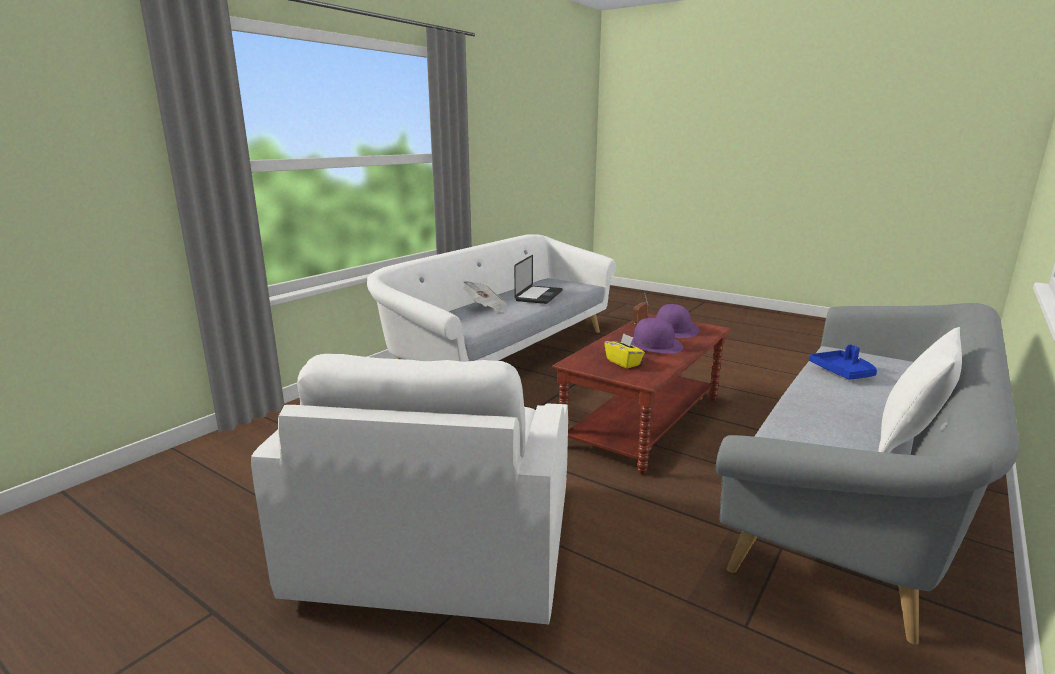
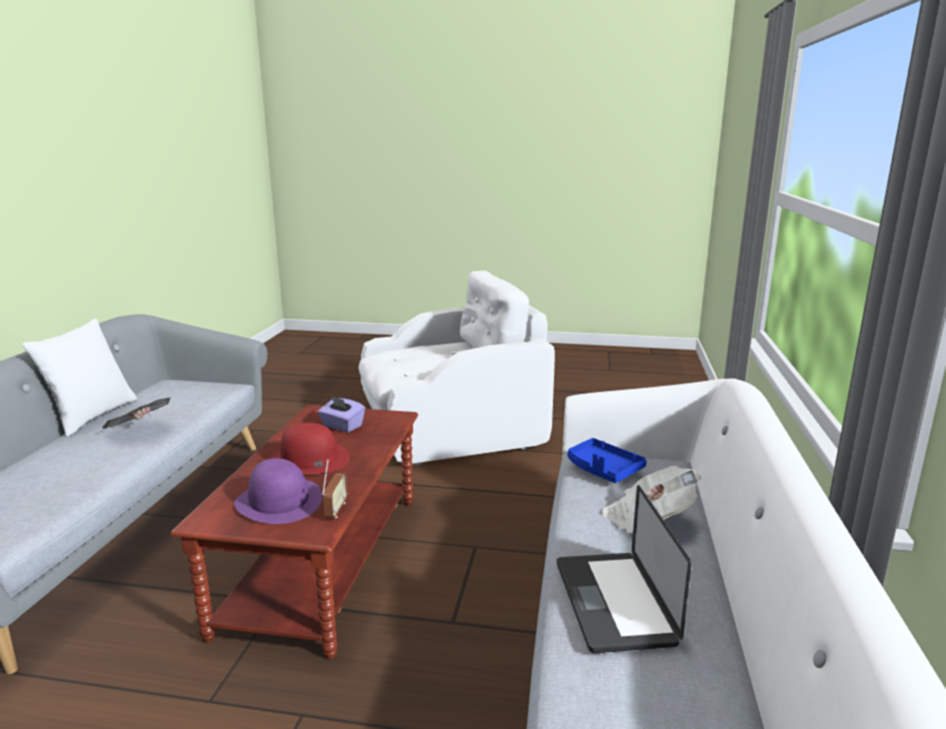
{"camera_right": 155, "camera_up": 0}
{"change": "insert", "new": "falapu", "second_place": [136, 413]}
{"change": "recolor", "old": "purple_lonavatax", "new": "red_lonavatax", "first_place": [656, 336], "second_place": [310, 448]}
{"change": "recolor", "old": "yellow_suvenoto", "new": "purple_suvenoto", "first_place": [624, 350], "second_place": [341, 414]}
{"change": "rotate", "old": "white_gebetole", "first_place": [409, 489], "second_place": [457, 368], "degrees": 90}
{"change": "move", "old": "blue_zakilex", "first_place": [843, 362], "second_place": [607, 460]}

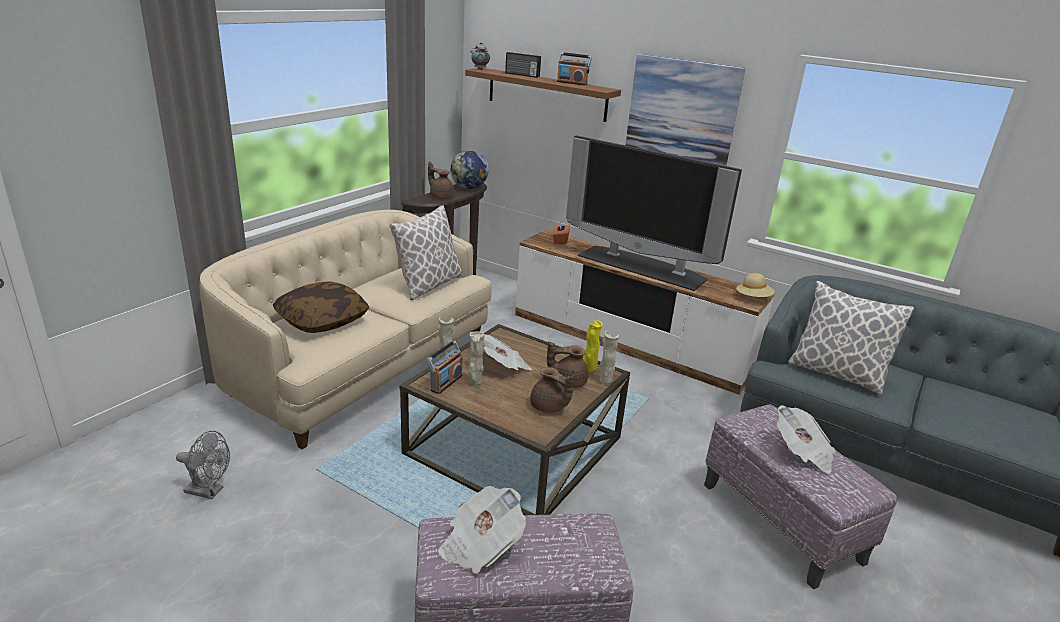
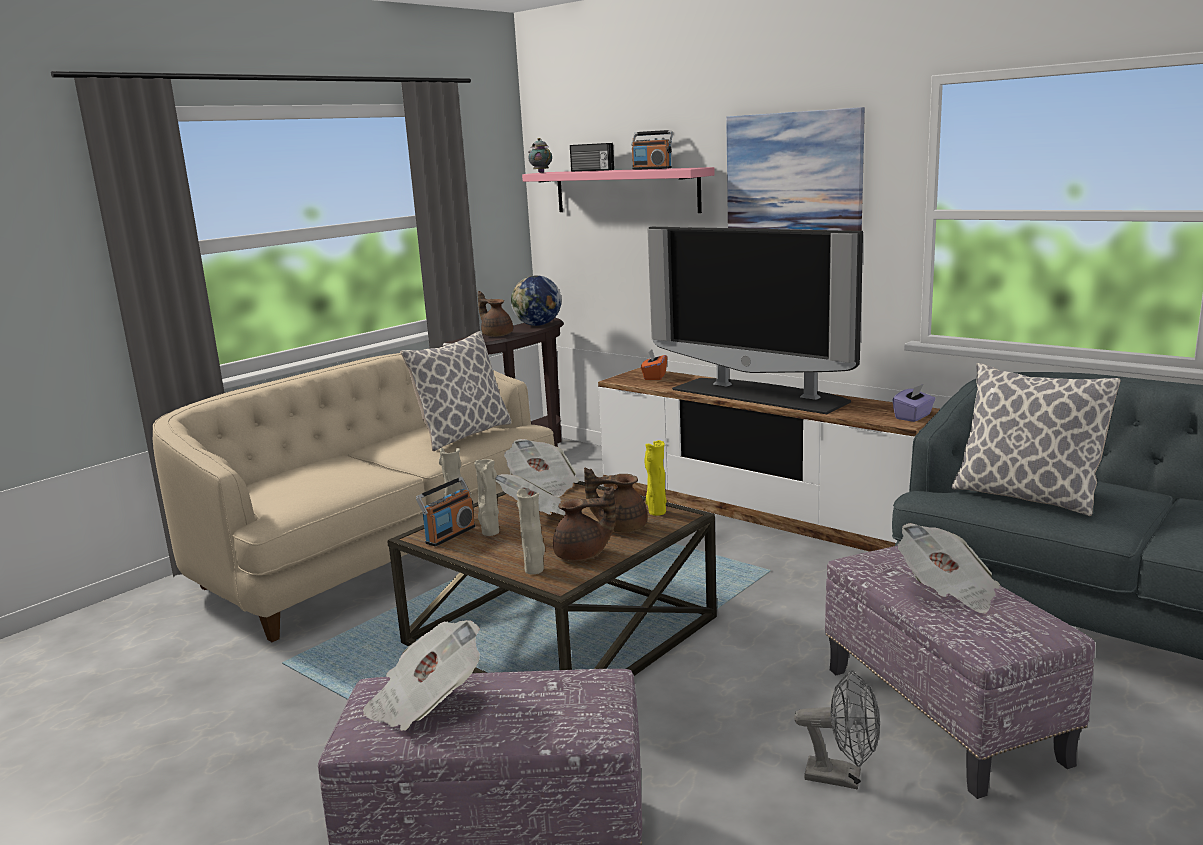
{"camera_right": 10, "camera_up": -10}
{"change": "insert", "new": "falapu", "second_place": [541, 468]}
{"change": "move", "old": "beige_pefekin", "first_place": [609, 357], "second_place": [531, 531]}
{"change": "recolor", "old": "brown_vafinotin", "new": "pink_vafinotin", "first_place": [543, 95], "second_place": [618, 190]}
{"change": "rotate", "old": "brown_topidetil", "first_place": [552, 390], "second_place": [584, 523], "degrees": -60}
{"change": "move", "old": "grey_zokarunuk", "first_place": [203, 465], "second_place": [837, 730]}
{"change": "replace", "old": "beige_lonavatax", "new": "purple_suvenoto", "first_place": [755, 285], "second_place": [913, 403]}
{"change": "delete", "old": "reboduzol", "first_place": [321, 307]}

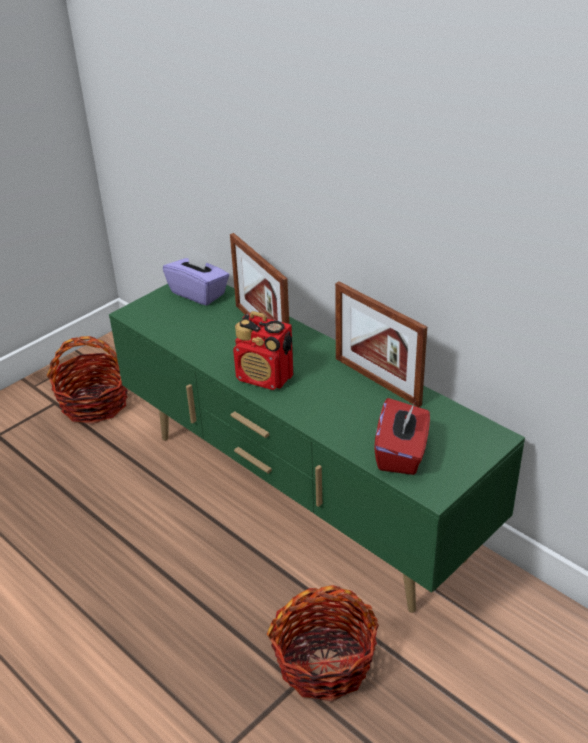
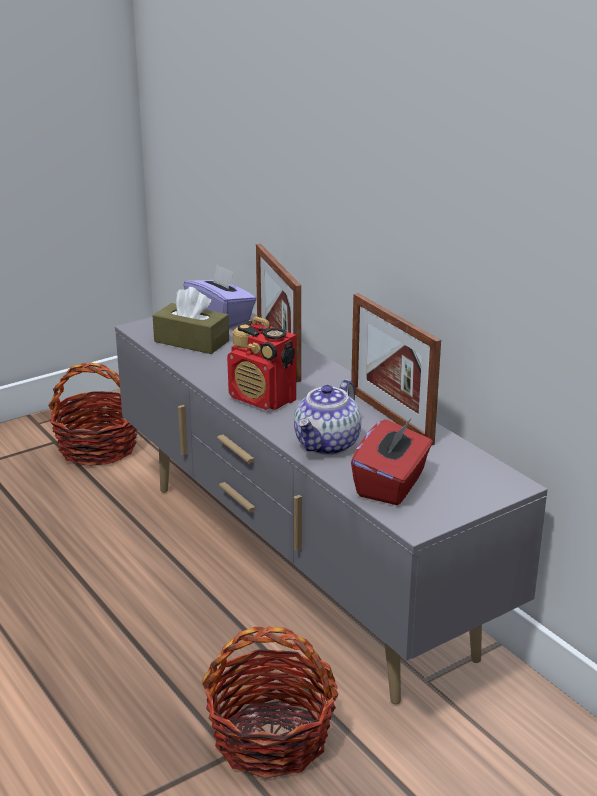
{"camera_right": 10, "camera_up": -10}
{"change": "recolor", "old": "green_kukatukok", "new": "grey_kukatukok", "first_place": [317, 448], "second_place": [331, 508]}
{"change": "insert", "new": "brown_suvenoto", "second_place": [191, 320]}
{"change": "insert", "new": "topidetil", "second_place": [327, 417]}

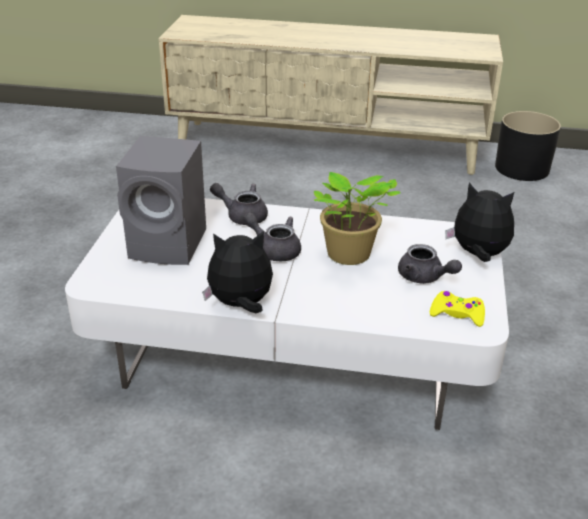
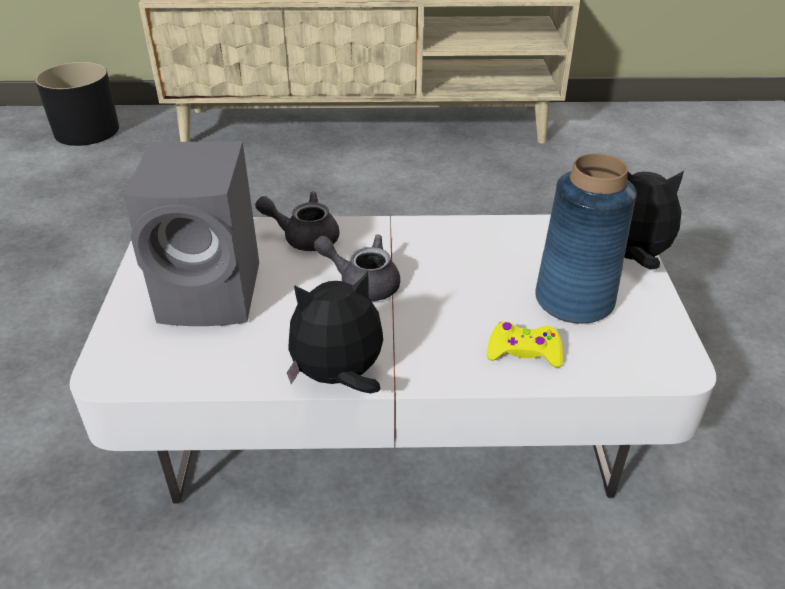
{"camera_right": -10, "camera_up": 5}
{"change": "move", "old": "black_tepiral", "first_place": [528, 146], "second_place": [77, 104]}
{"change": "move", "old": "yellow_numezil", "first_place": [457, 309], "second_place": [525, 345]}
{"change": "replace", "old": "grey_topidetil", "new": "blue_pefekin", "first_place": [430, 264], "second_place": [586, 238]}
{"change": "delete", "old": "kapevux", "first_place": [357, 218]}

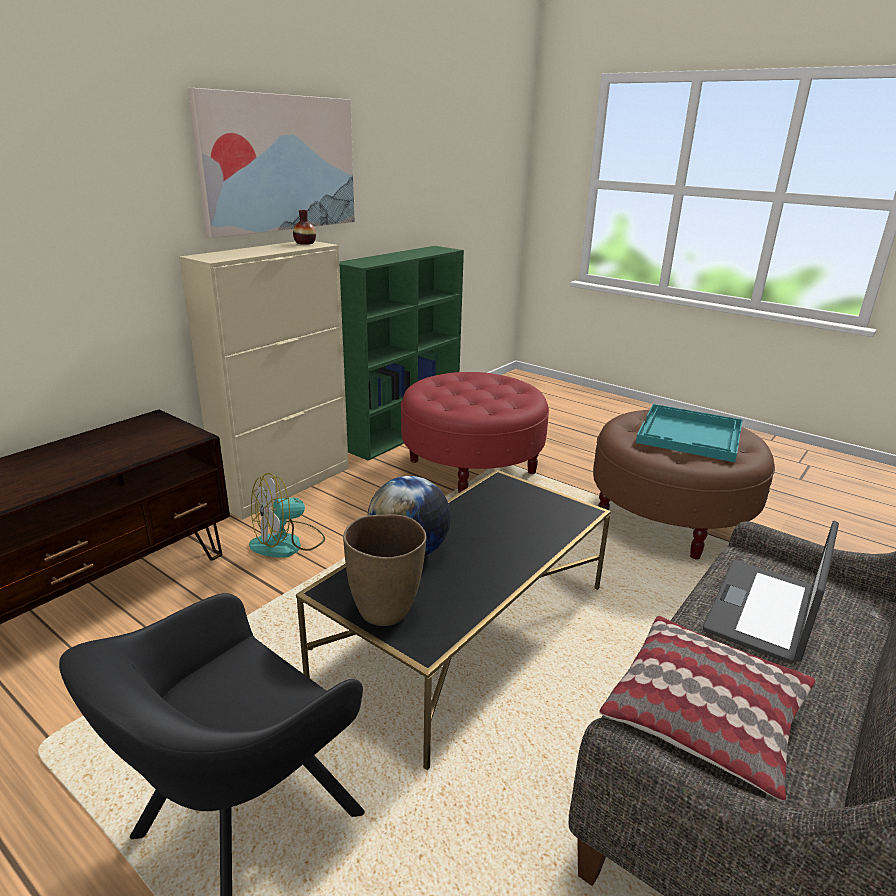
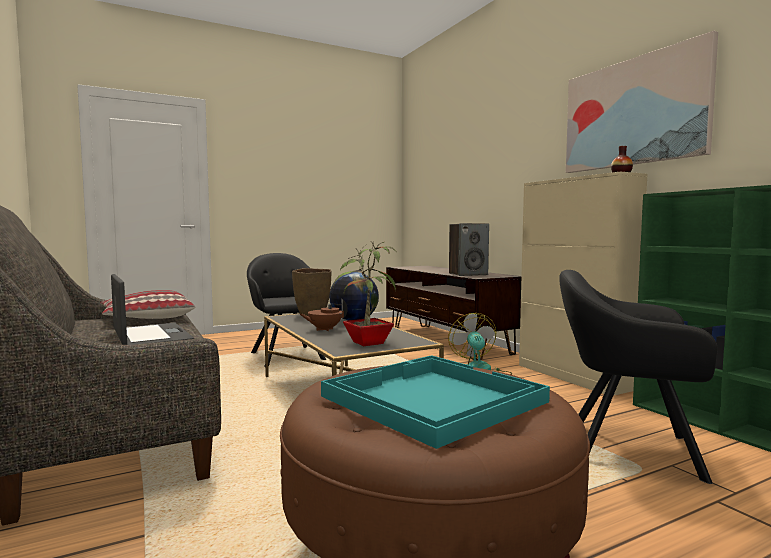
{"camera_right": 115, "camera_up": -20}
{"change": "insert", "new": "brown_topidetil", "second_place": [324, 315]}
{"change": "insert", "new": "kapevux", "second_place": [365, 293]}
{"change": "insert", "new": "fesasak", "second_place": [469, 249]}
{"change": "replace", "old": "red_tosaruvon", "new": "black_gebetole", "first_place": [475, 432], "second_place": [638, 377]}

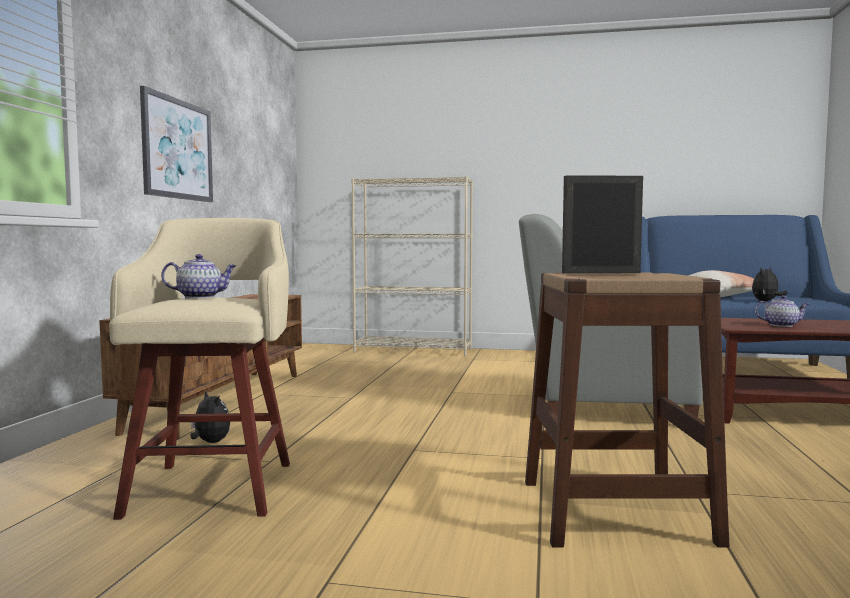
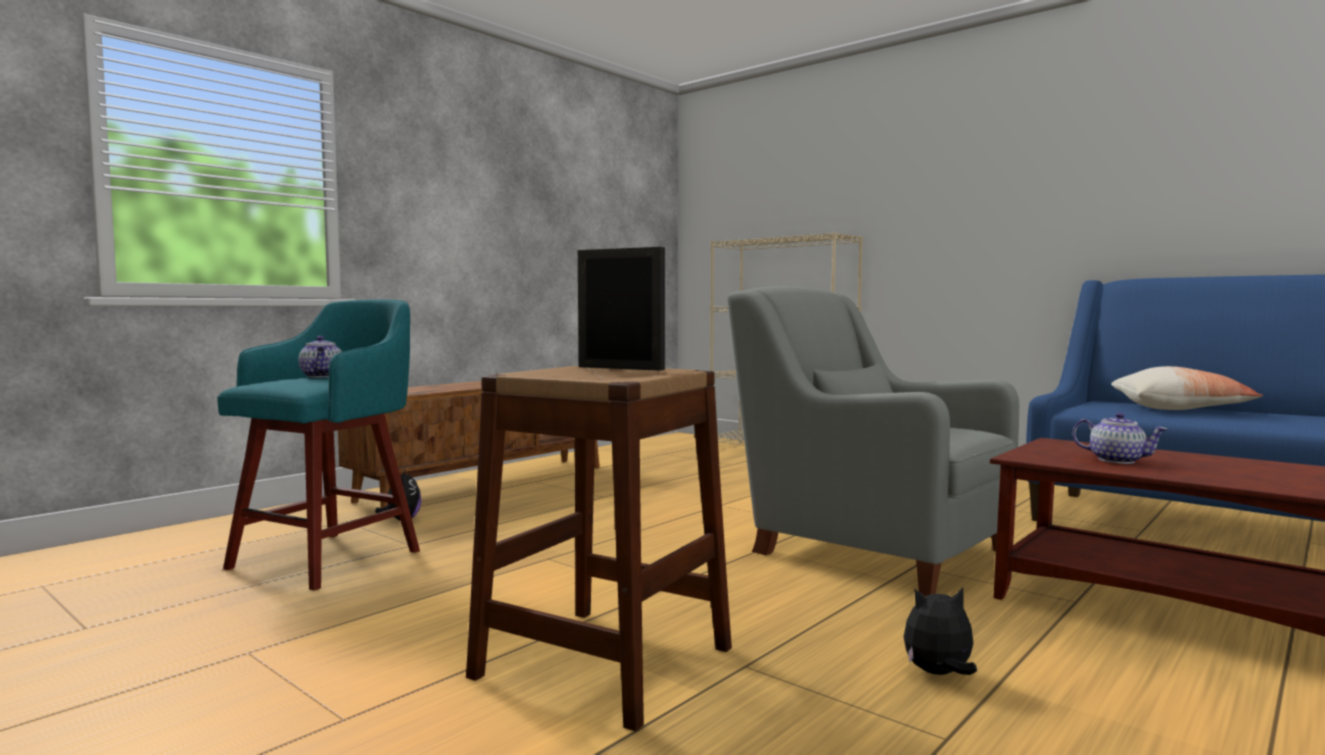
{"camera_right": 30, "camera_up": 0}
{"change": "recolor", "old": "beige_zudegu", "new": "turquoise_zudegu", "first_place": [199, 369], "second_place": [318, 445]}
{"change": "rotate", "old": "topidetil", "first_place": [198, 276], "second_place": [320, 356], "degrees": 45}
{"change": "move", "old": "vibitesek", "first_place": [770, 283], "second_place": [940, 631]}
{"change": "delete", "old": "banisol", "first_place": [176, 144]}

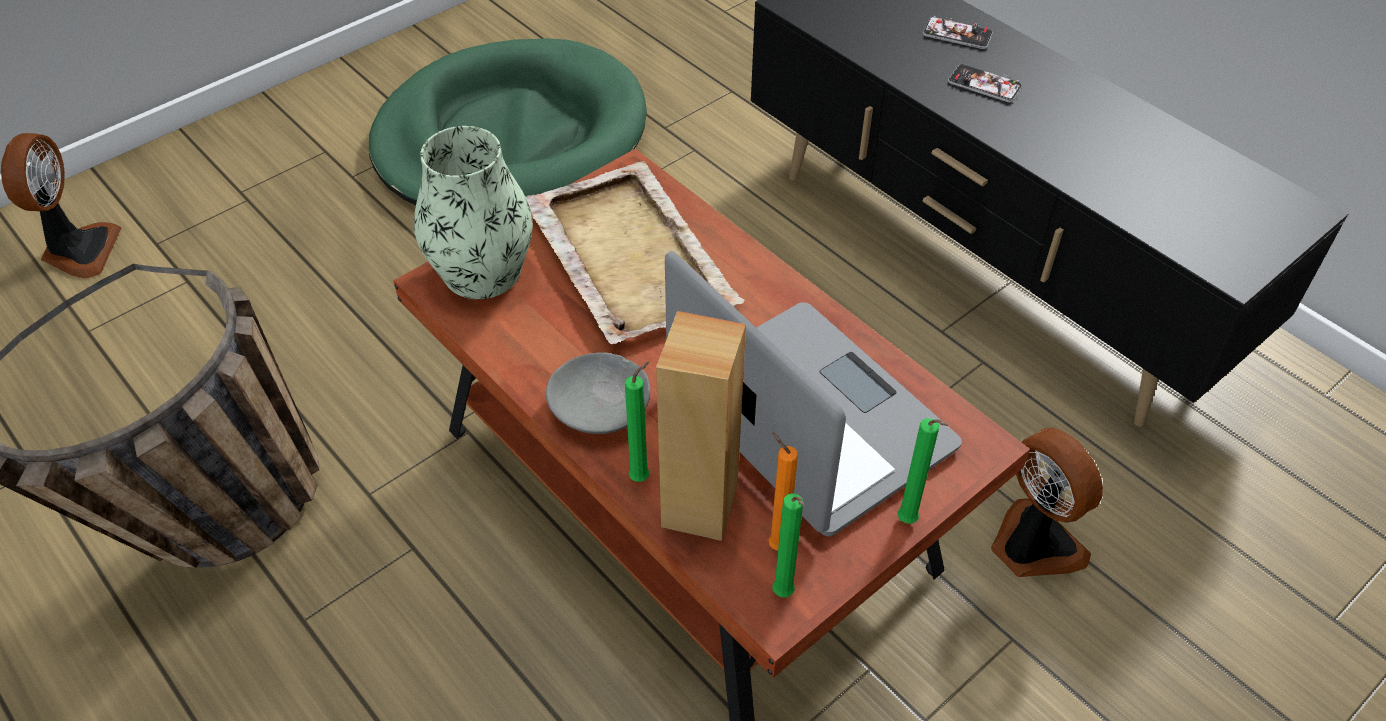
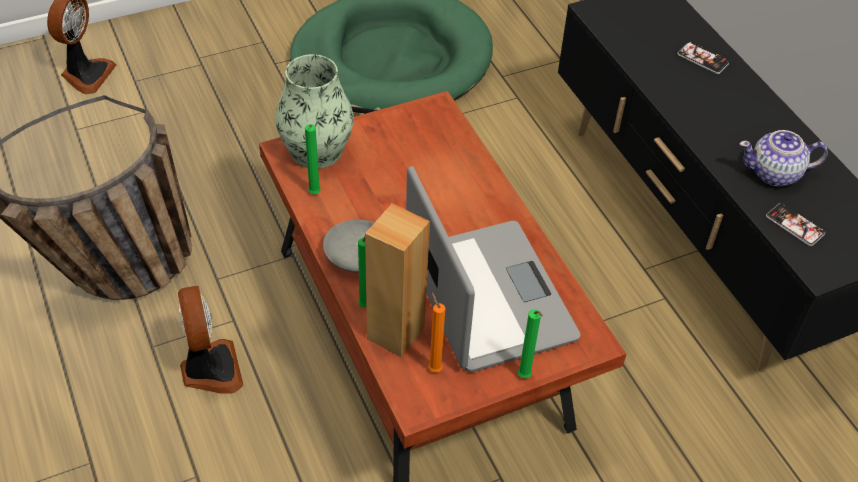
{"camera_right": 15, "camera_up": 0}
{"change": "move", "old": "zokarunuk", "first_place": [1047, 502], "second_place": [211, 339]}
{"change": "move", "old": "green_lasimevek", "first_place": [788, 545], "second_place": [313, 159]}
{"change": "insert", "new": "topidetil", "second_place": [784, 158]}
{"change": "move", "old": "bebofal", "first_place": [985, 83], "second_place": [795, 224]}
{"change": "delete", "old": "beige_zakilex", "first_place": [635, 252]}

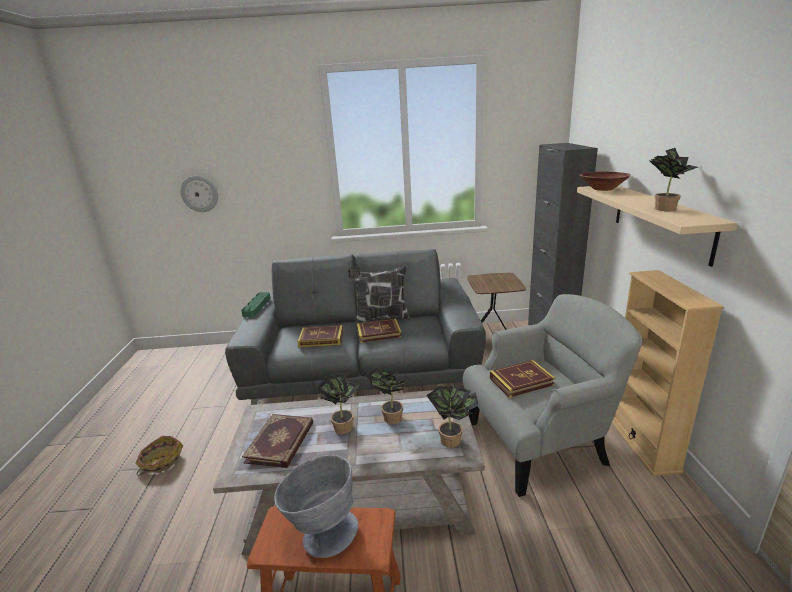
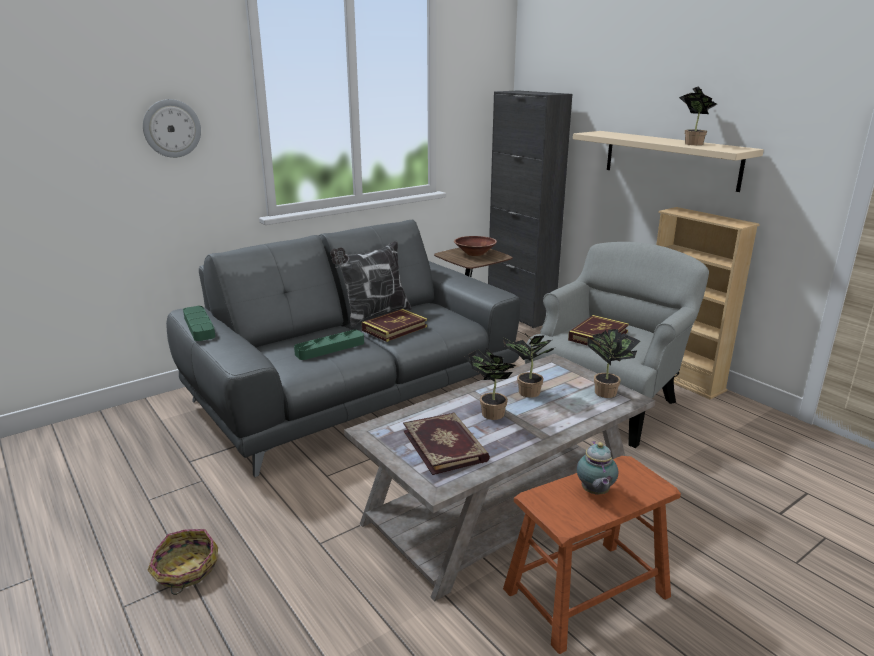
{"camera_right": -35, "camera_up": 0}
{"change": "move", "old": "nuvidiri", "first_place": [199, 194], "second_place": [172, 128]}
{"change": "replace", "old": "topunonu", "new": "green_zakilex", "first_place": [320, 336], "second_place": [329, 345]}
{"change": "move", "old": "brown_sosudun", "first_place": [605, 181], "second_place": [475, 246]}
{"change": "replace", "old": "grey_sosudun", "new": "topidetil", "first_place": [316, 506], "second_place": [597, 468]}

